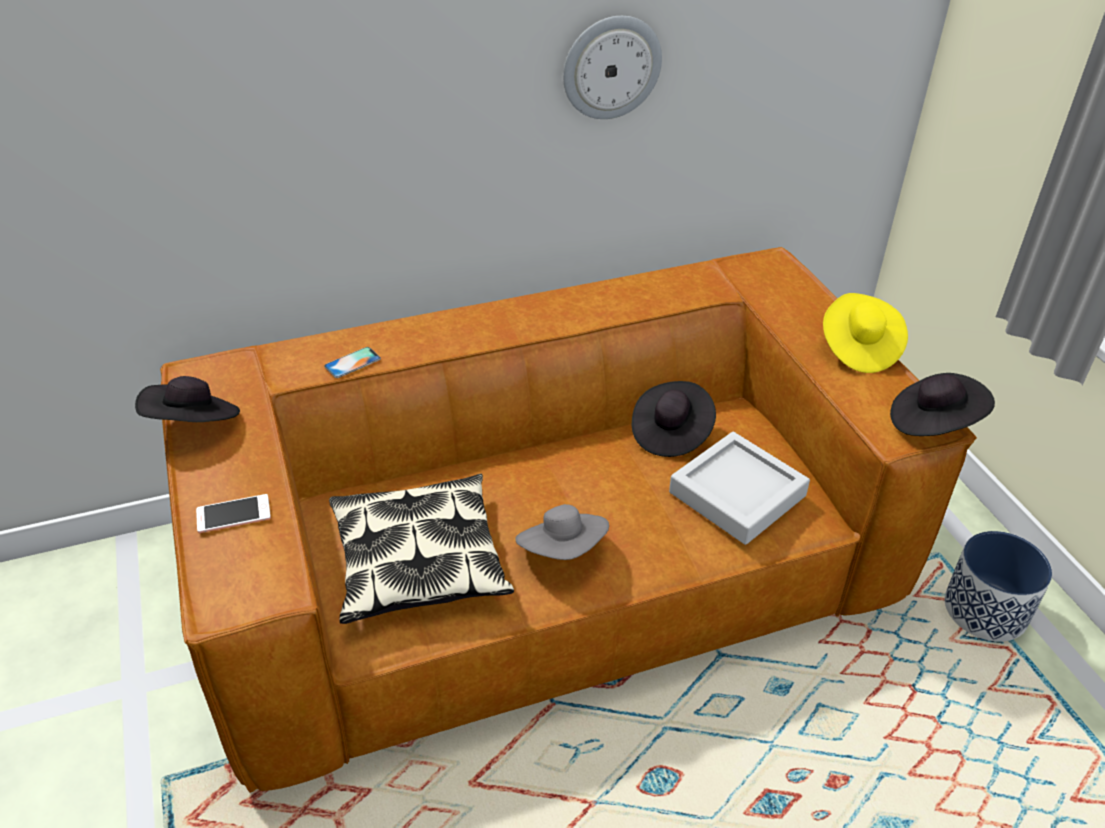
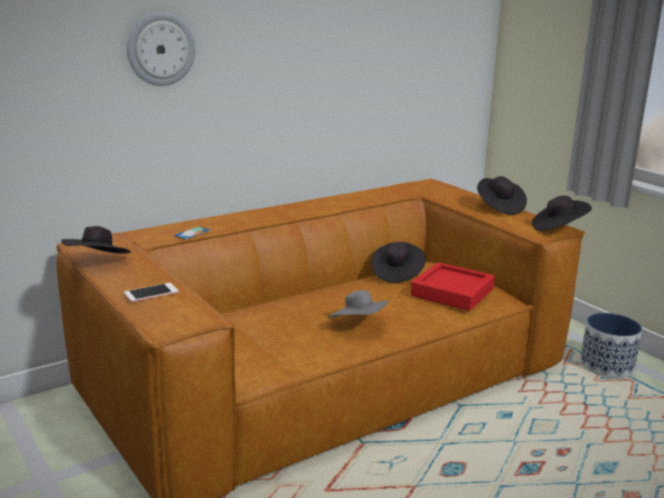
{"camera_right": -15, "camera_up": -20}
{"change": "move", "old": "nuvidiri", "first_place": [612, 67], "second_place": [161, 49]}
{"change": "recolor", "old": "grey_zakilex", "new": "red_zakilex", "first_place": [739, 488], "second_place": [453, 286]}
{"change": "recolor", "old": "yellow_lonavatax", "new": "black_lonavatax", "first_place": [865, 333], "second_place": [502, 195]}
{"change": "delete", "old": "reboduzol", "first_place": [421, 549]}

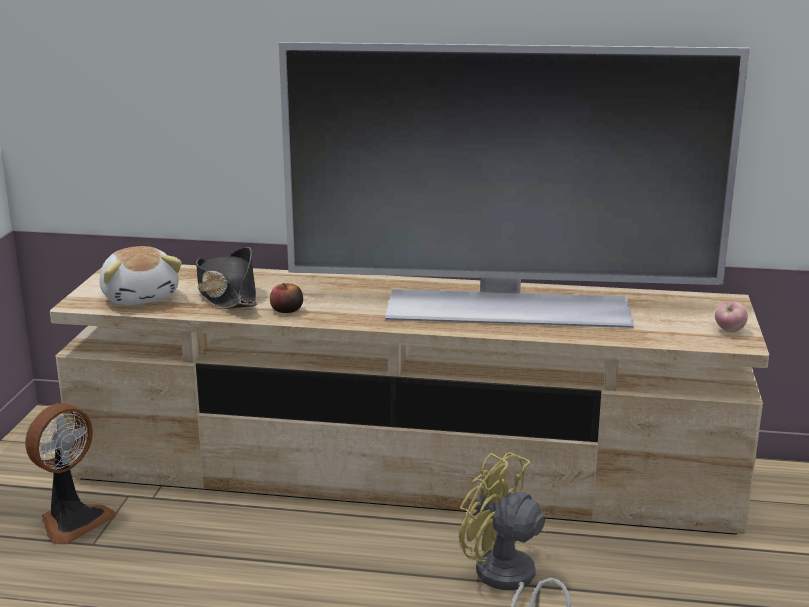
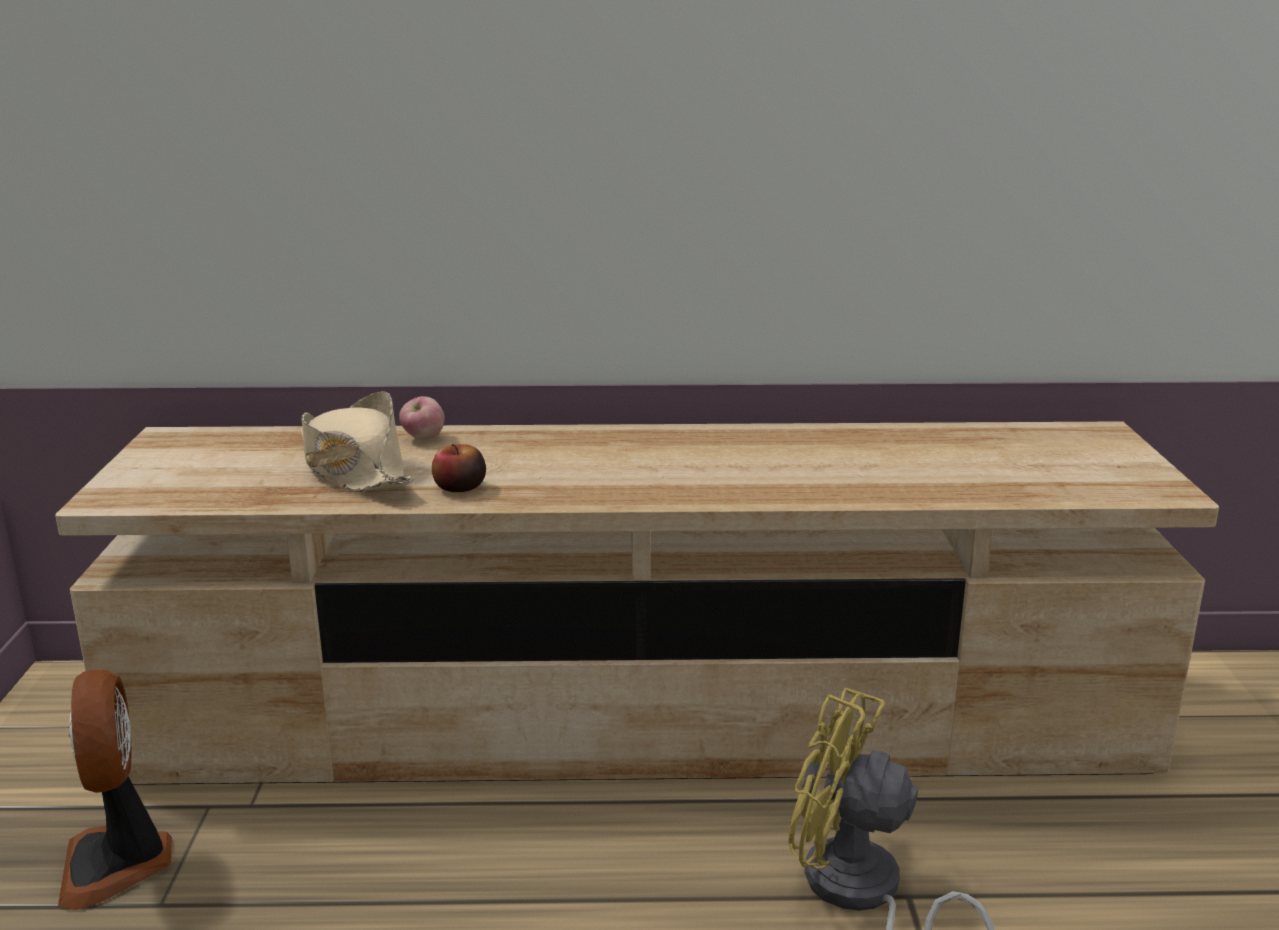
{"camera_right": -10, "camera_up": 0}
{"change": "rotate", "old": "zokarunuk", "first_place": [70, 474], "second_place": [115, 790], "degrees": 135}
{"change": "recolor", "old": "black_lonavatax", "new": "beige_lonavatax", "first_place": [226, 278], "second_place": [357, 441]}
{"change": "move", "old": "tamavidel", "first_place": [731, 316], "second_place": [422, 418]}
{"change": "delete", "old": "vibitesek", "first_place": [140, 275]}
{"change": "delete", "old": "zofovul", "first_place": [514, 185]}

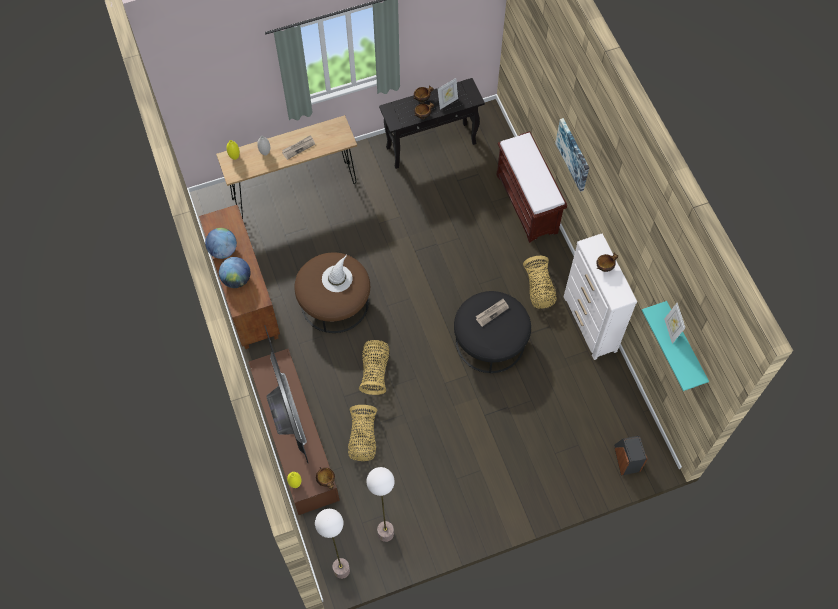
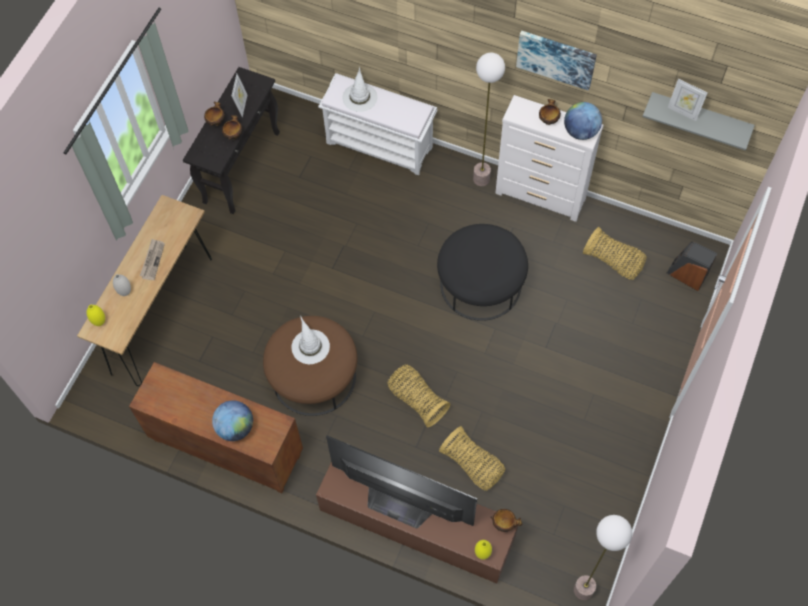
{"camera_right": -45, "camera_up": 0}
{"change": "recolor", "old": "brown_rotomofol", "new": "white_rotomofol", "first_place": [531, 187], "second_place": [377, 124]}
{"change": "insert", "new": "white_lonavatax", "second_place": [359, 89]}
{"change": "move", "old": "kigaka", "first_place": [380, 504], "second_place": [489, 119]}
{"change": "move", "old": "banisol", "first_place": [572, 155], "second_place": [556, 61]}
{"change": "move", "old": "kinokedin", "first_place": [221, 243], "second_place": [583, 121]}
{"change": "move", "old": "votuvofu", "first_place": [540, 282], "second_place": [615, 253]}
{"change": "recolor", "old": "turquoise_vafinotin", "new": "grey_vafinotin", "first_place": [675, 346], "second_place": [698, 121]}
{"change": "delete", "old": "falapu", "first_place": [492, 313]}

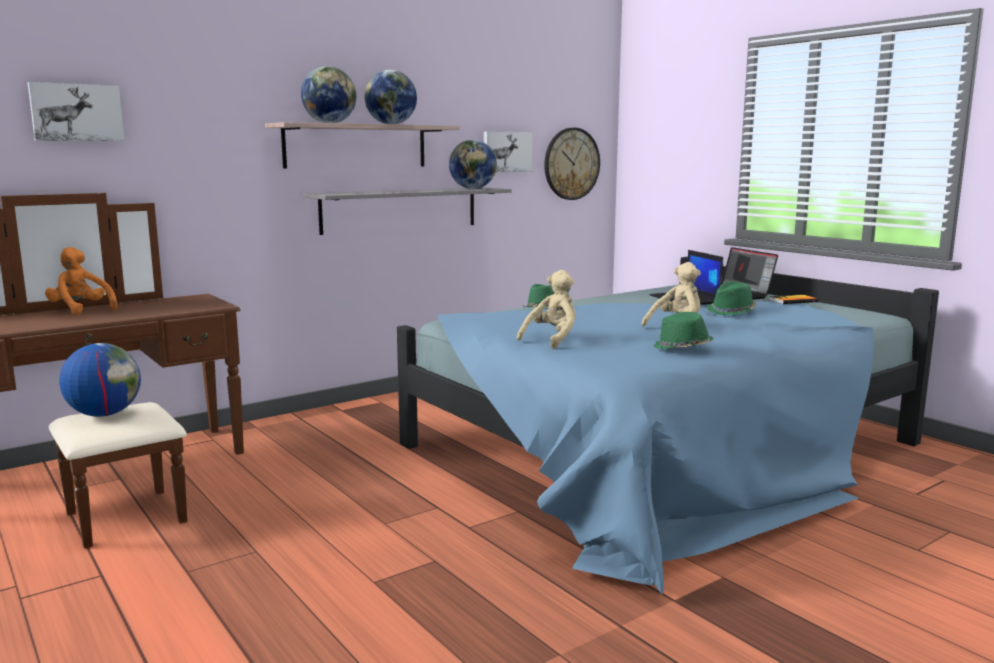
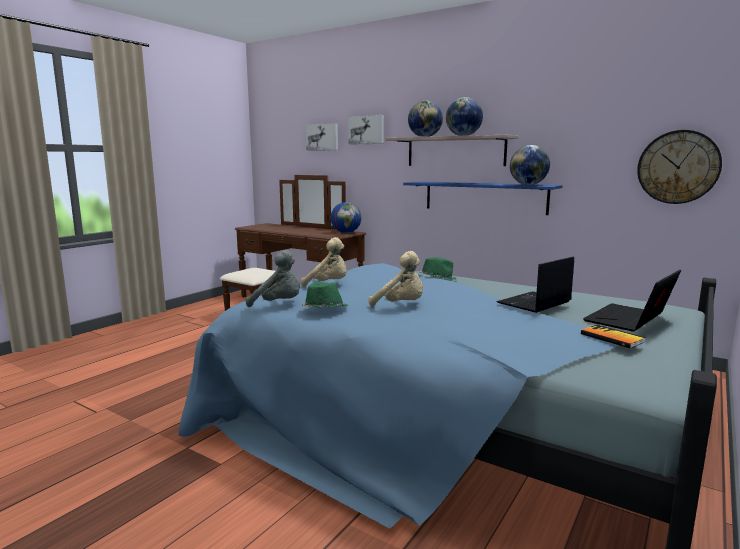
{"camera_right": 70, "camera_up": 0}
{"change": "insert", "new": "grey_vibitesek", "second_place": [273, 278]}
{"change": "move", "old": "kinokedin", "first_place": [100, 380], "second_place": [346, 217]}
{"change": "move", "old": "banisol", "first_place": [508, 152], "second_place": [366, 130]}
{"change": "recolor", "old": "grey_vafinotin", "new": "blue_vafinotin", "first_place": [407, 211], "second_place": [483, 198]}
{"change": "delete", "old": "orange_vibitesek", "first_place": [81, 281]}
{"change": "delete", "old": "green_lonavatax", "first_place": [731, 298]}

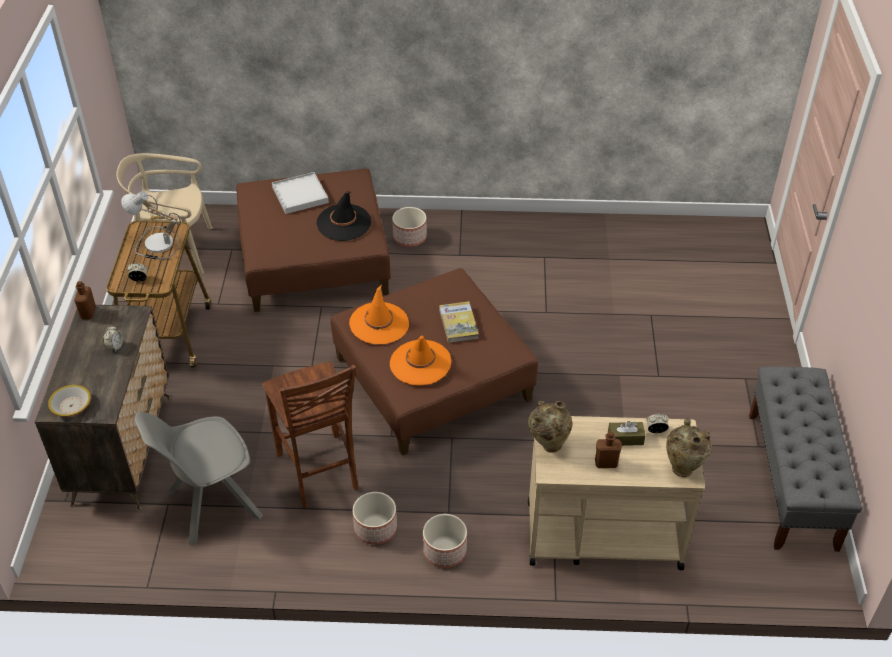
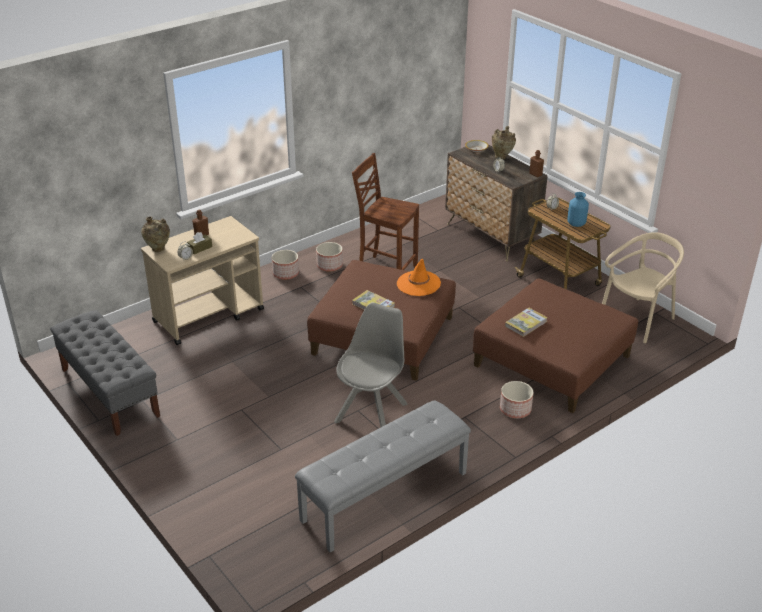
{"camera_right": 140, "camera_up": -10}
{"change": "insert", "new": "grey_rotomofol", "second_place": [383, 476]}
{"change": "move", "old": "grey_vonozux", "first_place": [199, 479], "second_place": [371, 365]}
{"change": "move", "old": "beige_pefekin", "first_place": [550, 427], "second_place": [504, 142]}
{"change": "replace", "old": "black_lonavatax", "new": "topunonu", "first_place": [343, 216], "second_place": [526, 322]}
{"change": "replace", "old": "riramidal", "new": "blue_pefekin", "first_place": [151, 225], "second_place": [578, 209]}
{"change": "delete", "old": "white_zakilex", "first_place": [300, 193]}
{"change": "delete", "old": "orange_lonavatax", "first_place": [420, 361]}

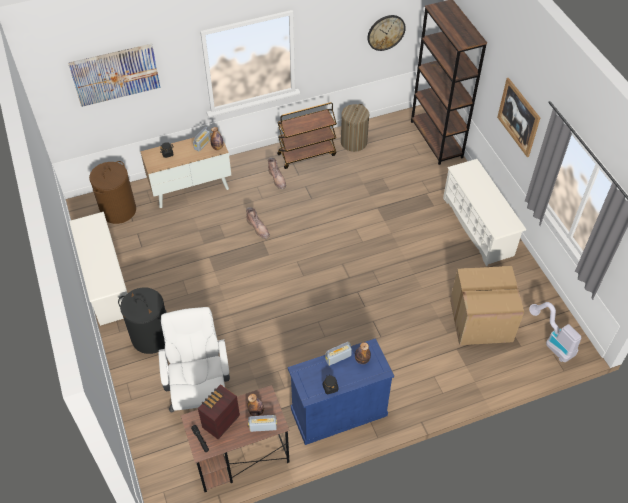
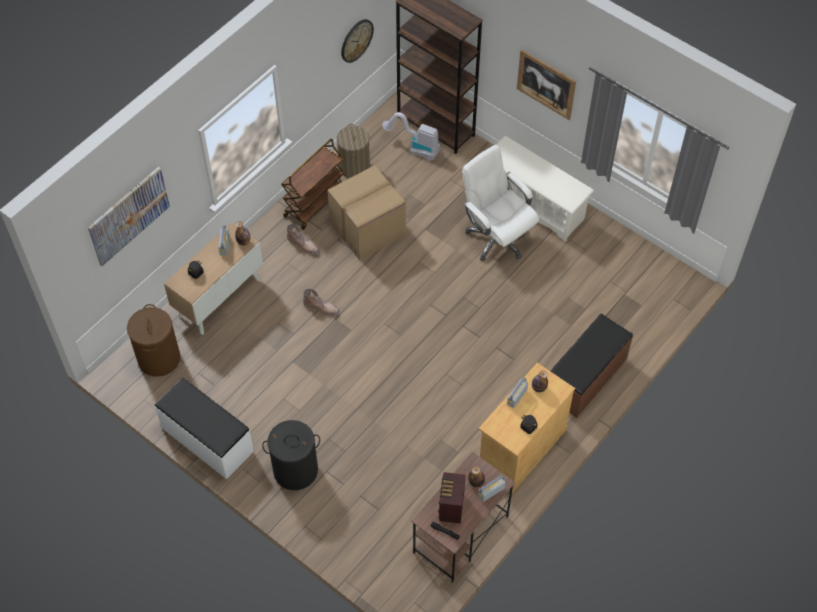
{"camera_right": -30, "camera_up": 5}
{"change": "replace", "old": "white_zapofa", "new": "white_rotomofol", "first_place": [98, 269], "second_place": [204, 428]}
{"change": "move", "old": "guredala", "first_place": [487, 305], "second_place": [367, 212]}
{"change": "move", "old": "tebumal", "first_place": [555, 332], "second_place": [411, 136]}
{"change": "move", "old": "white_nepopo", "first_place": [194, 359], "second_place": [500, 203]}
{"change": "recolor", "old": "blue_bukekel", "new": "beige_bukekel", "first_place": [340, 391], "second_place": [526, 428]}
{"change": "insert", "new": "brown_rotomofol", "second_place": [591, 366]}

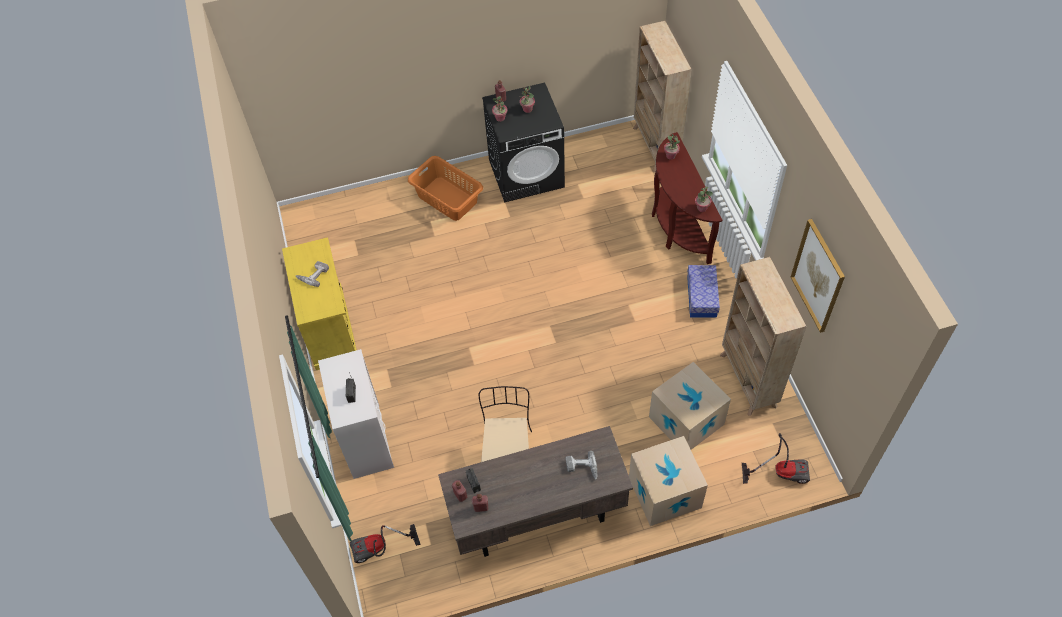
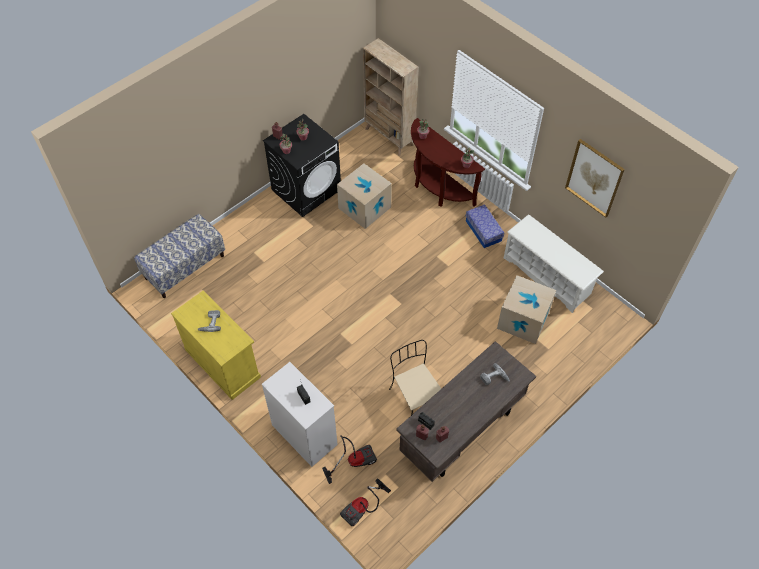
{"camera_right": -30, "camera_up": 0}
{"change": "insert", "new": "rotomofol", "second_place": [179, 256]}
{"change": "move", "old": "tebumal", "first_place": [776, 458], "second_place": [349, 459]}
{"change": "move", "old": "guredala", "first_place": [668, 481], "second_place": [364, 196]}
{"change": "replace", "old": "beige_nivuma", "new": "white_zapofa", "first_place": [763, 336], "second_place": [554, 263]}
{"change": "delete", "old": "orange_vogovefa", "first_place": [445, 188]}

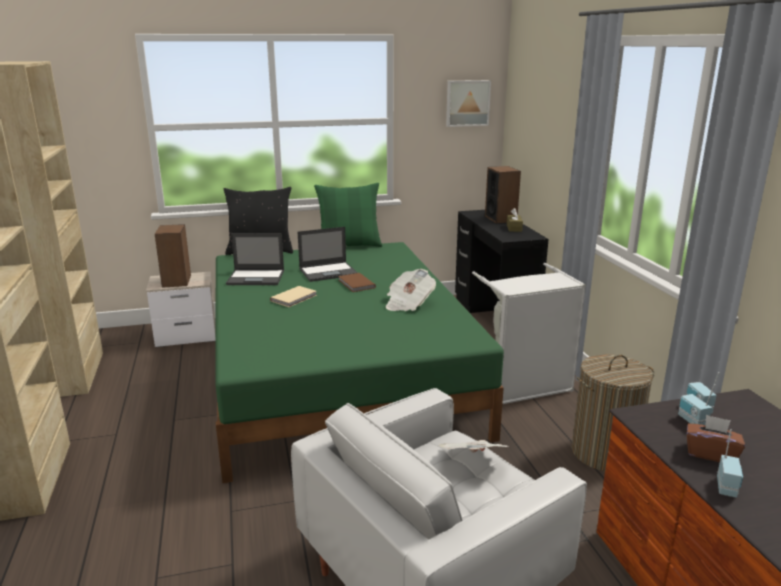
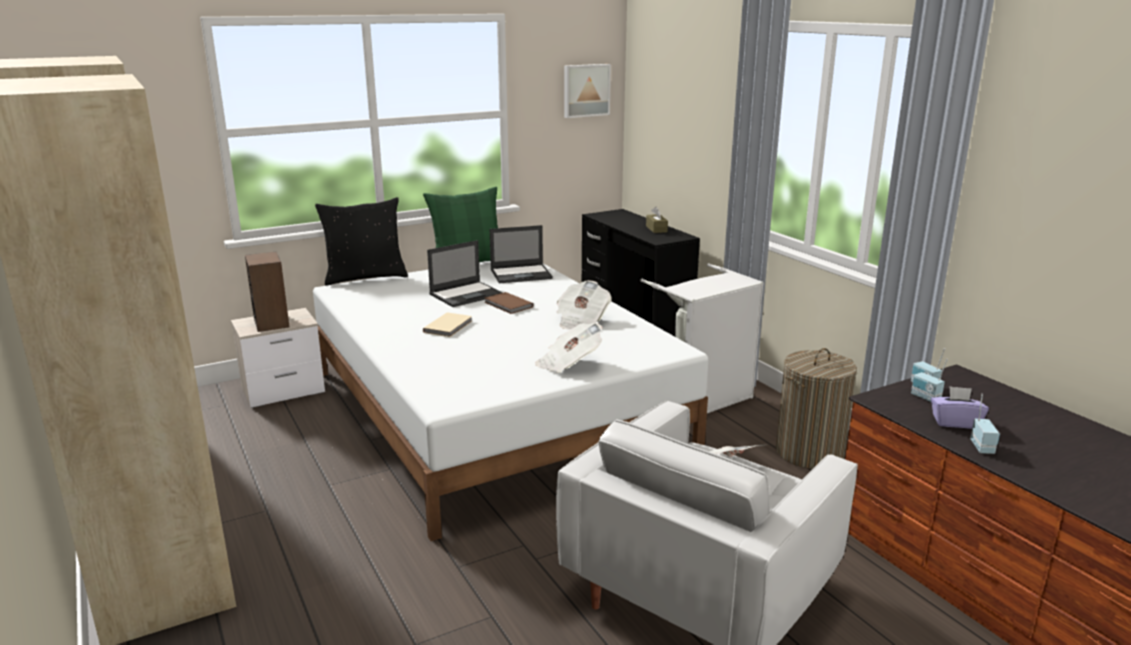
{"camera_right": -15, "camera_up": 0}
{"change": "recolor", "old": "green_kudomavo", "new": "white_kudomavo", "first_place": [360, 362], "second_place": [510, 401]}
{"change": "move", "old": "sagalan", "first_place": [255, 259], "second_place": [521, 254]}
{"change": "insert", "new": "falapu", "second_place": [569, 348]}
{"change": "recolor", "old": "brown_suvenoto", "new": "purple_suvenoto", "first_place": [716, 438], "second_place": [960, 407]}
{"change": "delete", "old": "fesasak", "first_place": [503, 195]}

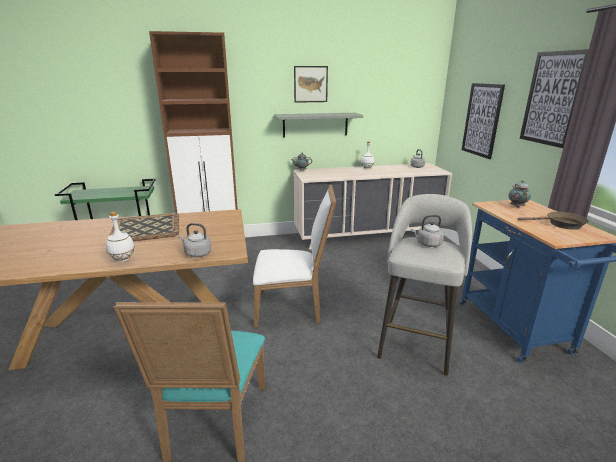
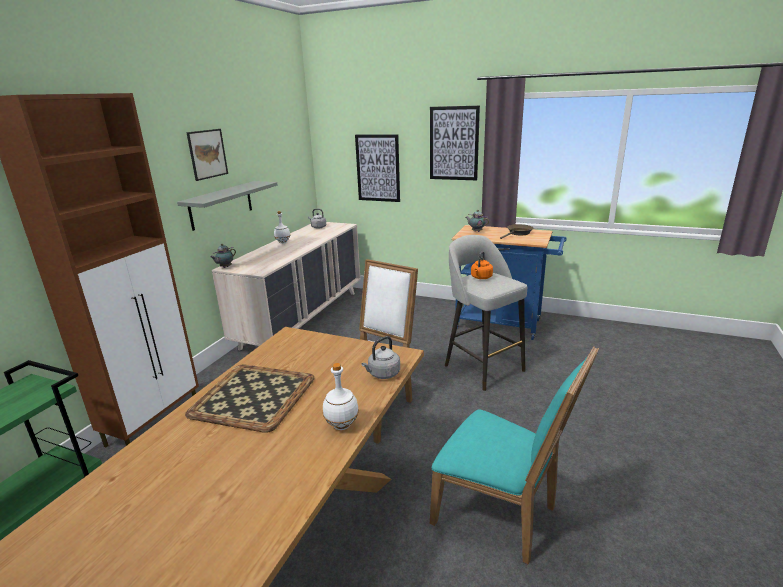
{"camera_right": -55, "camera_up": 0}
{"change": "recolor", "old": "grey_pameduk", "new": "orange_pameduk", "first_place": [427, 231], "second_place": [482, 265]}

